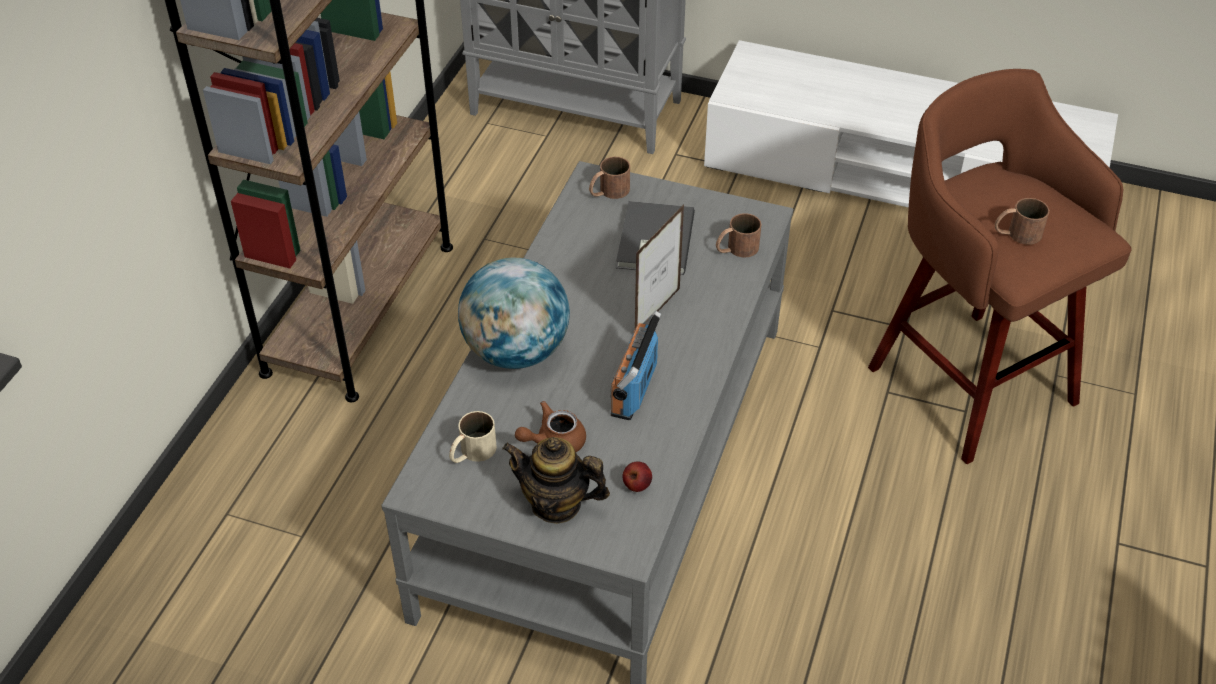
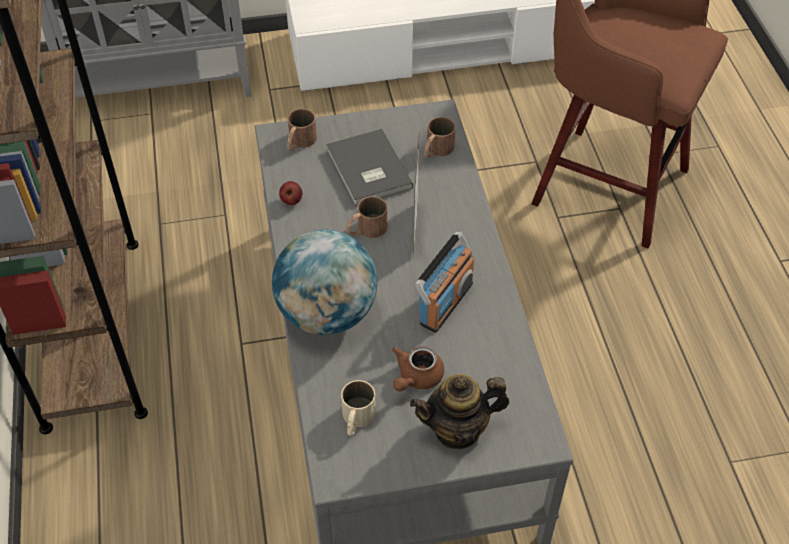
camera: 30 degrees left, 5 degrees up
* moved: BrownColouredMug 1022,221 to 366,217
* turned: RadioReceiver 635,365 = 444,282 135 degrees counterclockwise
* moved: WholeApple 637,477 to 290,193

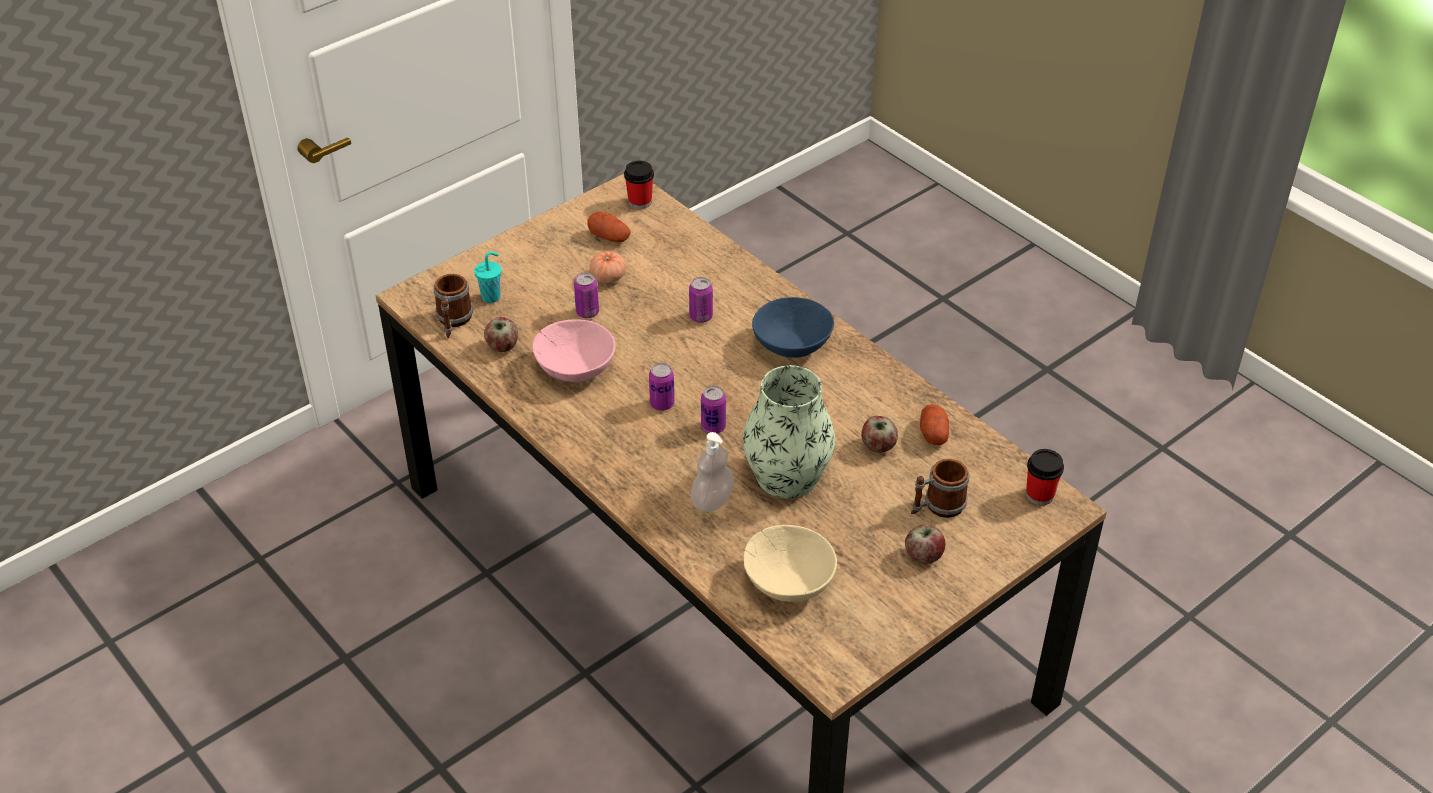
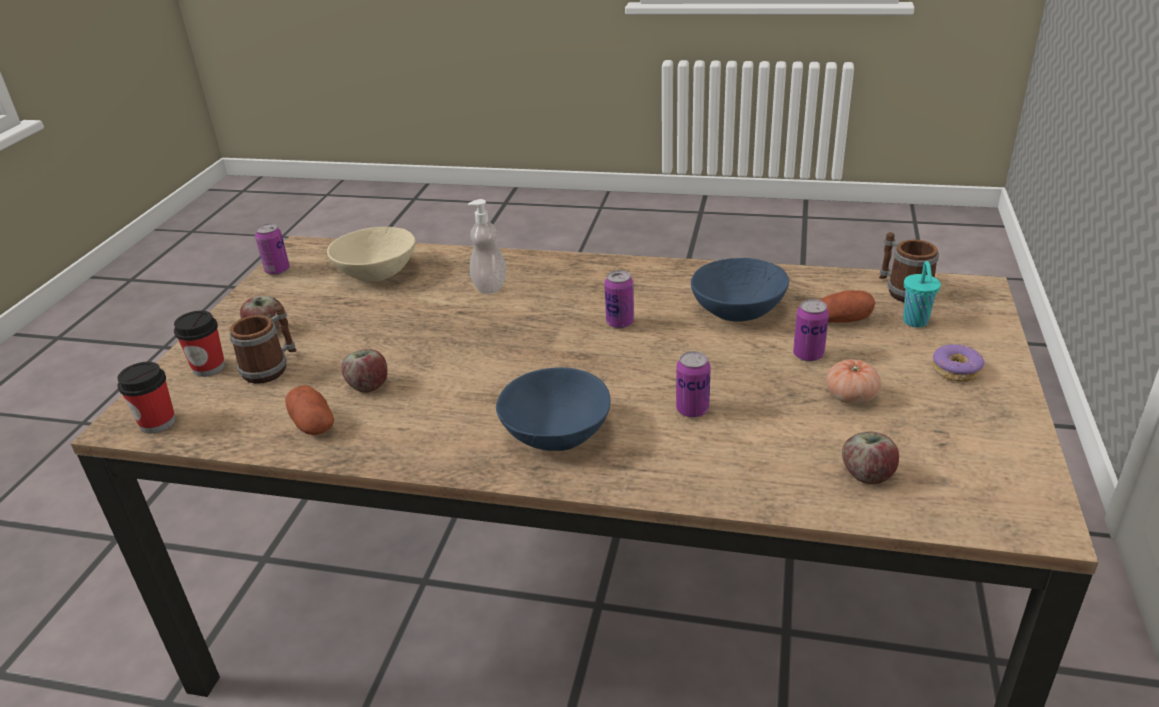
camera: 145 degrees right, 10 degrees down
* moved: SmallCup 639,185 to 199,343
* moved: Spud 609,227 to 847,306
* moved: WholeApple 501,334 to 870,457
* recoloured: PinkColouredServingBowl 573,350 to BlueColouredServingBowl 740,290
* removed: FlowerVase 789,432
* moved: MetalCan 713,409 to 272,249
* added: Donut 958,363

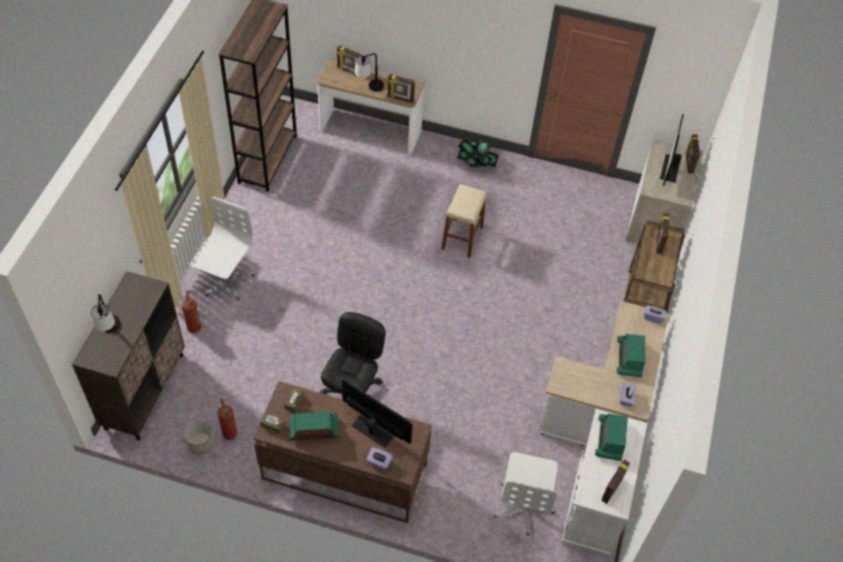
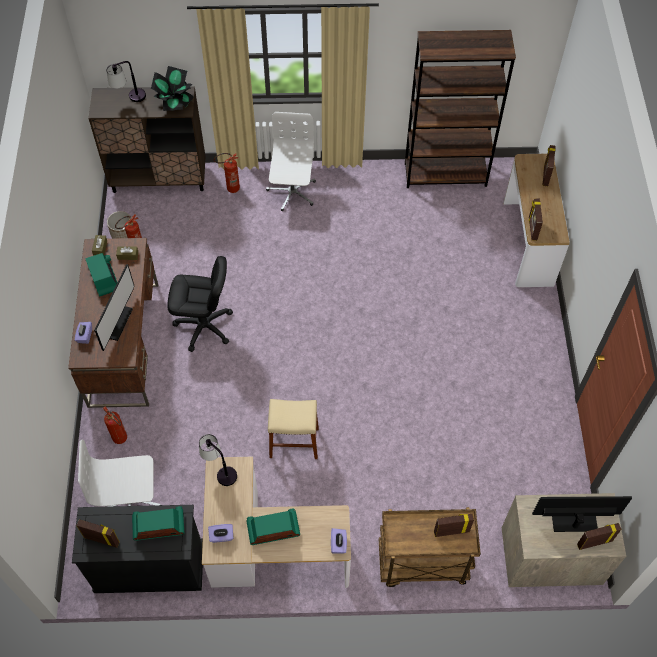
camera: 75 degrees right, 5 degrees up
* moved: TableLamp 369,72 to 218,460
* moved: Houseplant 478,153 to 172,88
* moved: BeigeColouredStool 464,221 to 293,429
* turned: WhiteColouredComputerChair 223,248 = 291,161 90 degrees counterclockwise
* recoloured: WhiteColouredStorageCabinet 603,483 to BlackishStorageCabinet 137,549
* added: FireFightingCylinder 115,425

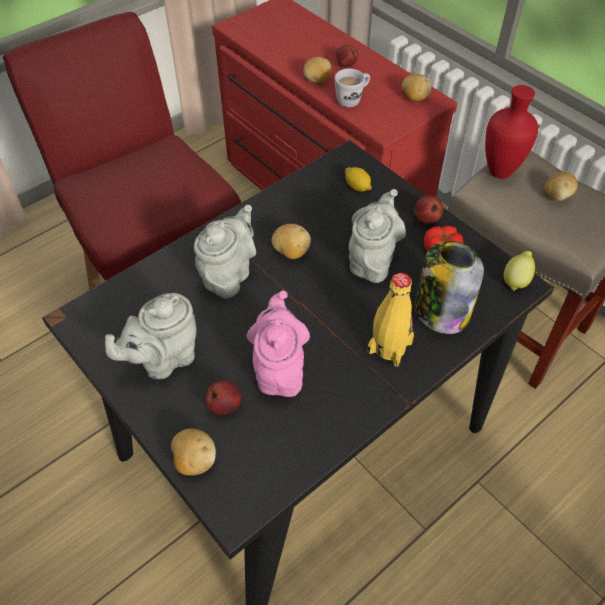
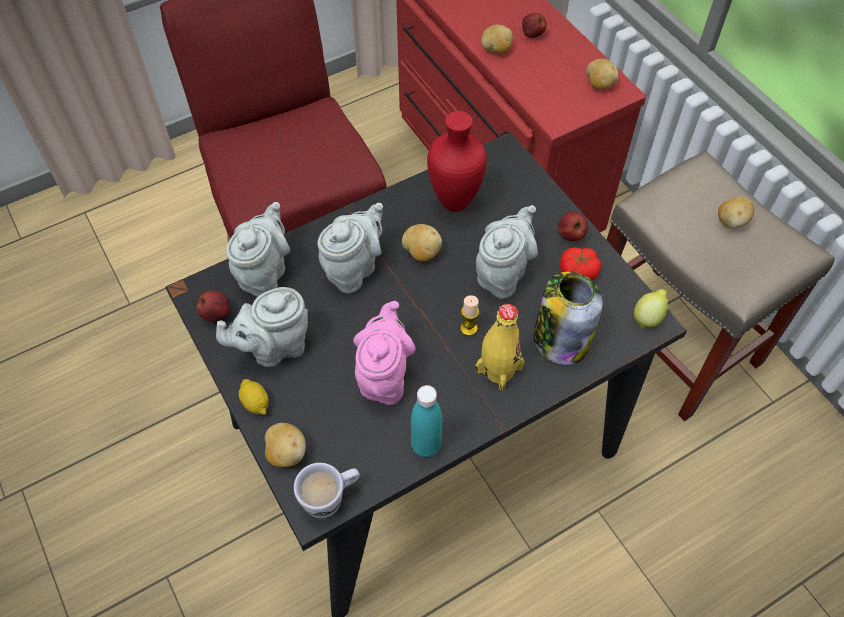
camera: 10 degrees right, 5 degrees up
* moved: WhiteColouredMug 352,88 to 327,490
* moved: ReddishFlowerVase 511,132 to 457,161
* moved: CitrusFruit 358,179 to 254,397
* moved: WholeApple 223,397 to 214,306
* added: GrayPotForTea 258,249
* added: WaxCandle 469,315
* added: BlueGreenDrinkBottle 427,421

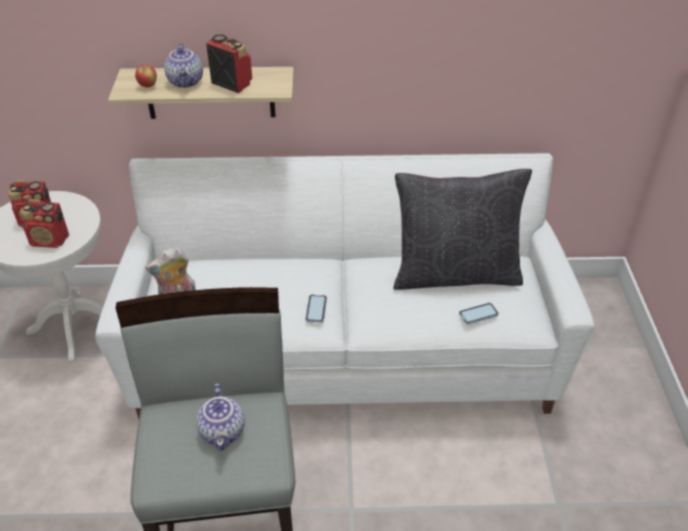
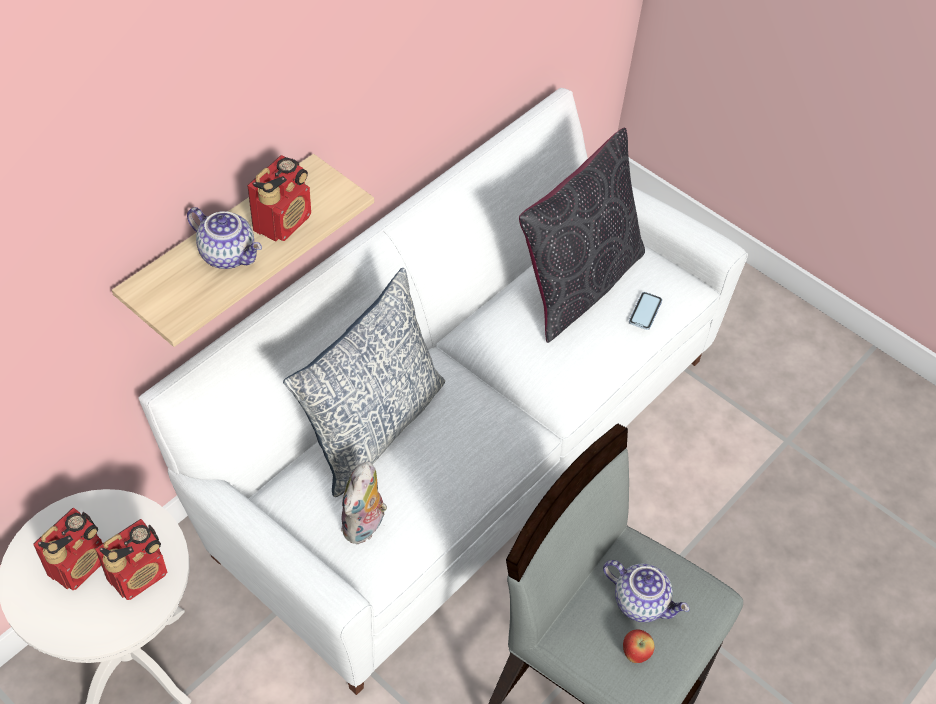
camera: 50 degrees left, 10 degrees up
* turned: RadioReceiver 229,63 = 279,198 135 degrees clockwise
* moved: WholeApple 146,76 to 638,646
* removed: Phone 316,309
* added: Pillow 364,382

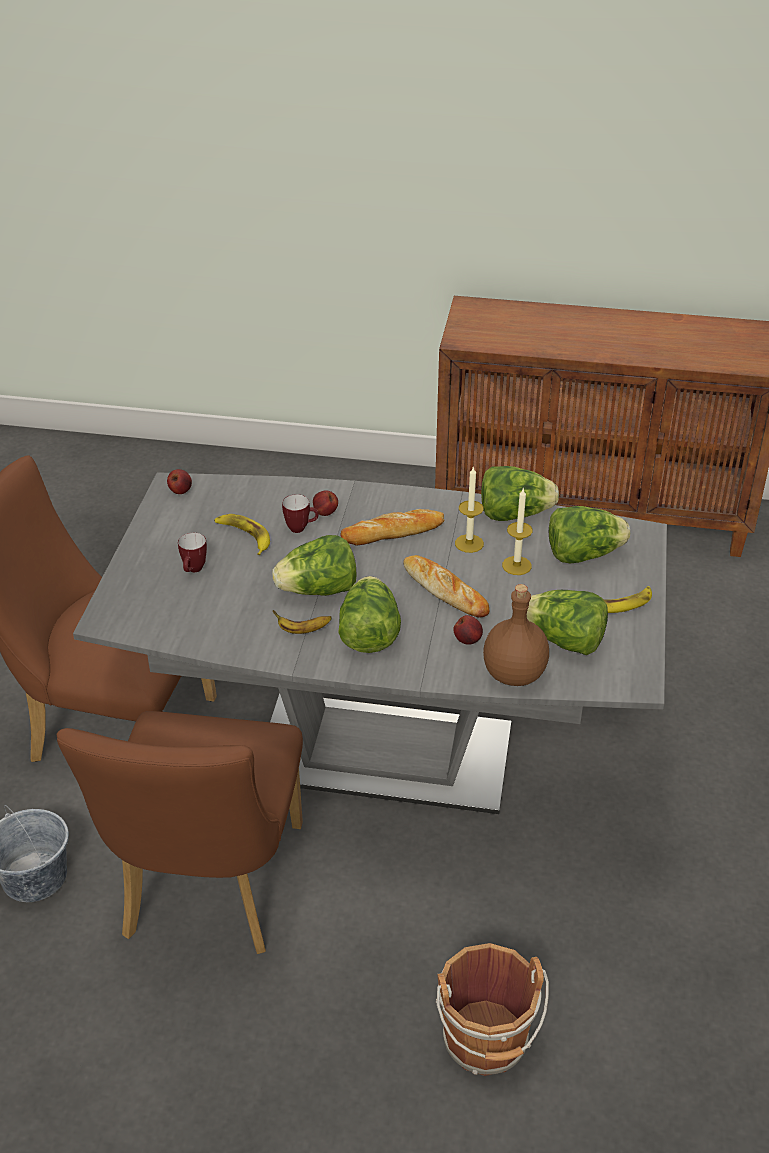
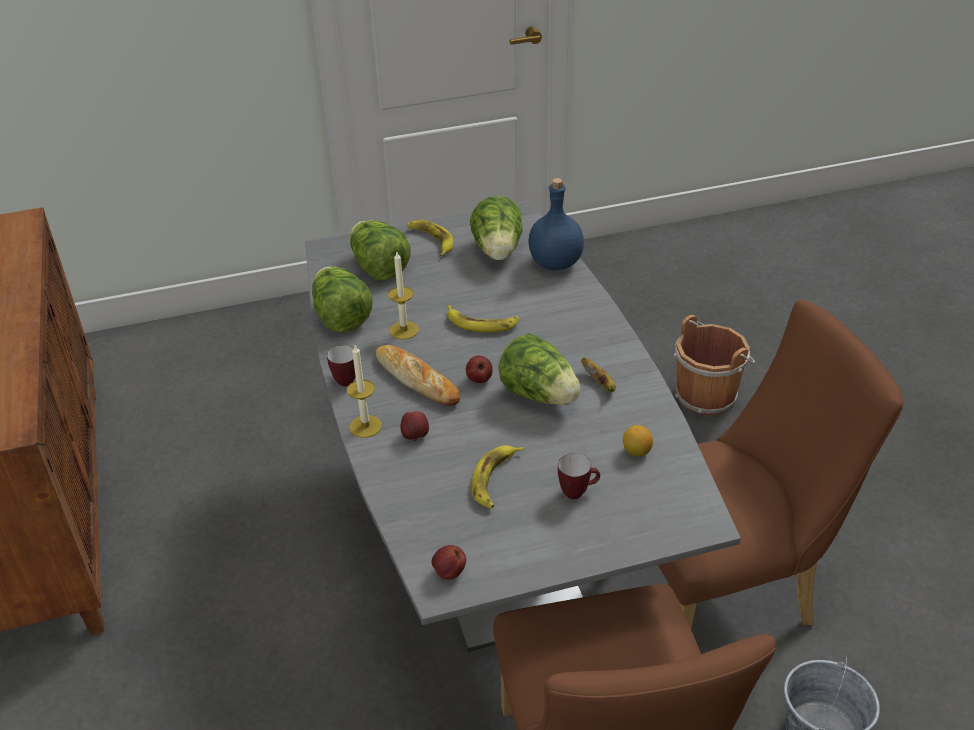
camera: 115 degrees left, 0 degrees up
* moved: WaxCandle 517,532 to 364,391
* moved: Mug 300,513 to 341,366
* replaced: BakeryBread 446,586 to BananaFruit 484,319
* removed: HeadOfLettuce 369,614
* recoloured: BrownColouredDrinkBottle 516,635 to BlueColouredDrinkBottle 556,224
* moved: WholeApple 468,630 to 479,369
* added: CitrusFruit 638,441

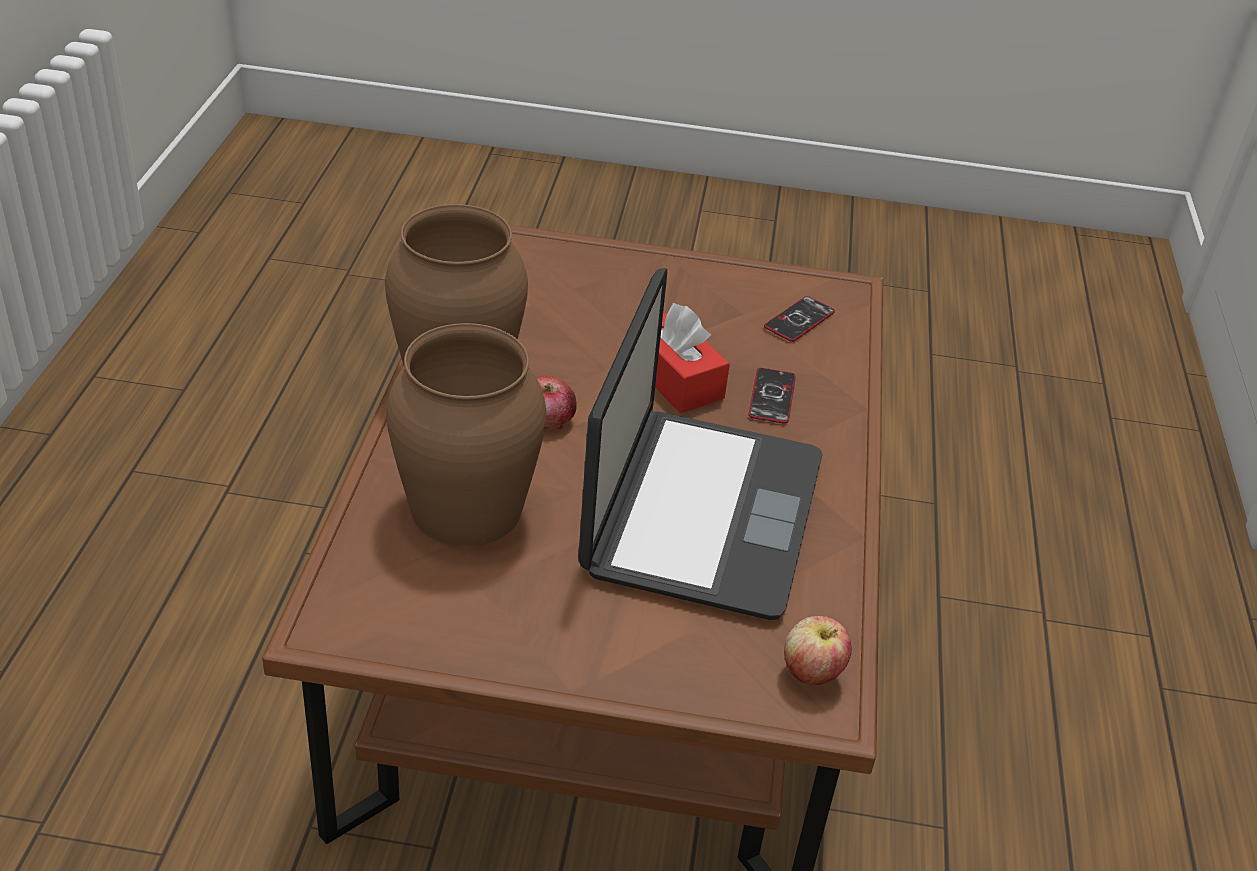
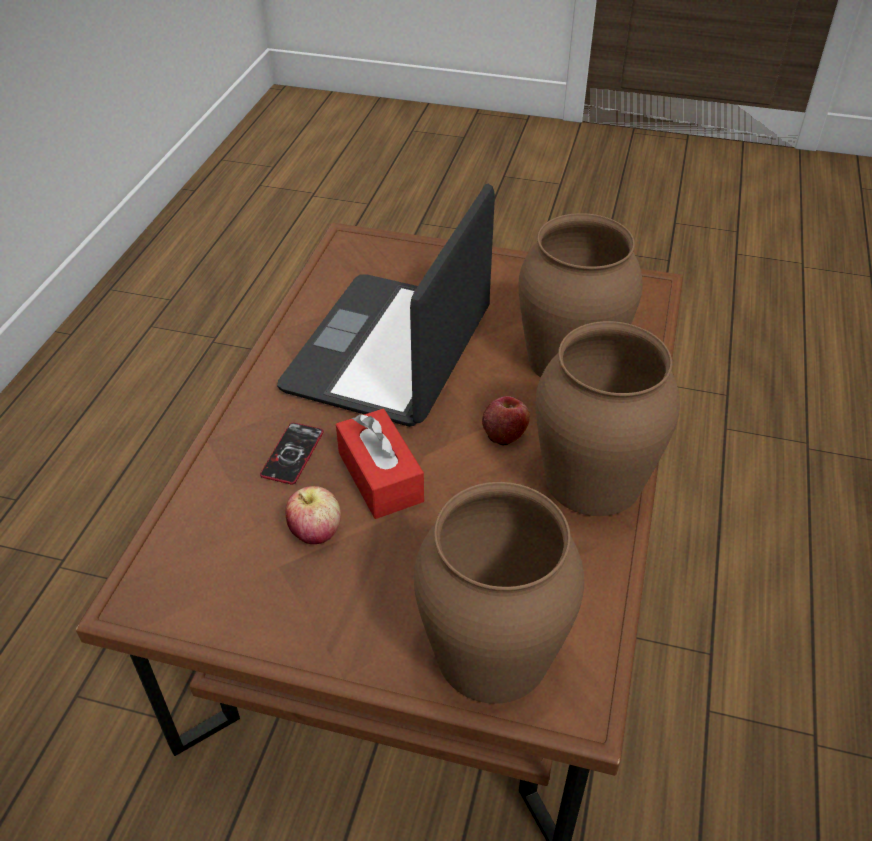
camera: 170 degrees left, 5 degrees up
* removed: Phone 799,319
* moved: WholeApple 818,650 to 313,515
* added: BrownColouredFlowerVase 499,593

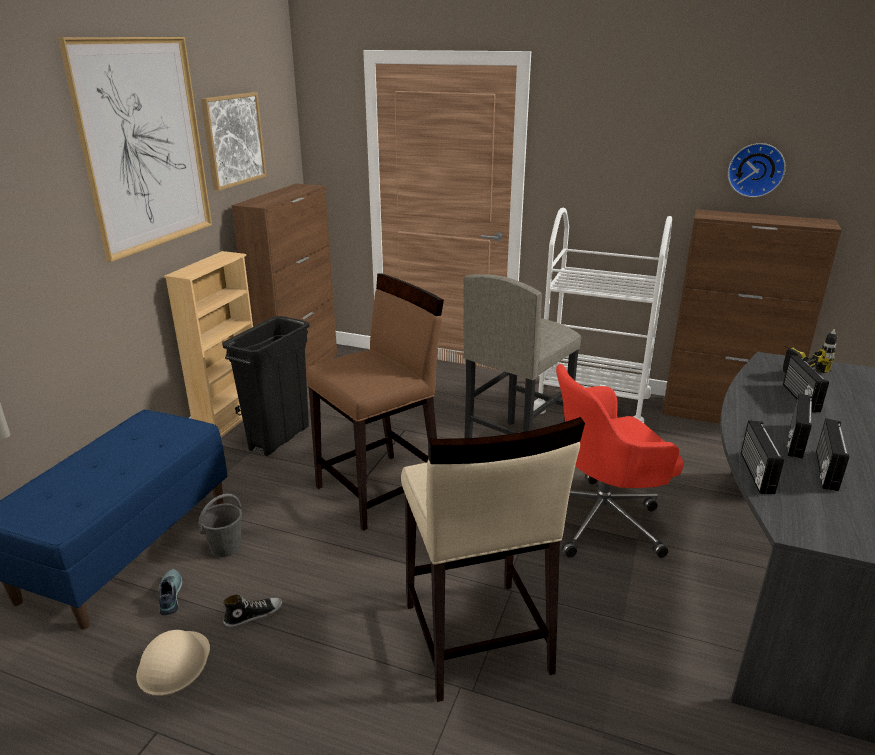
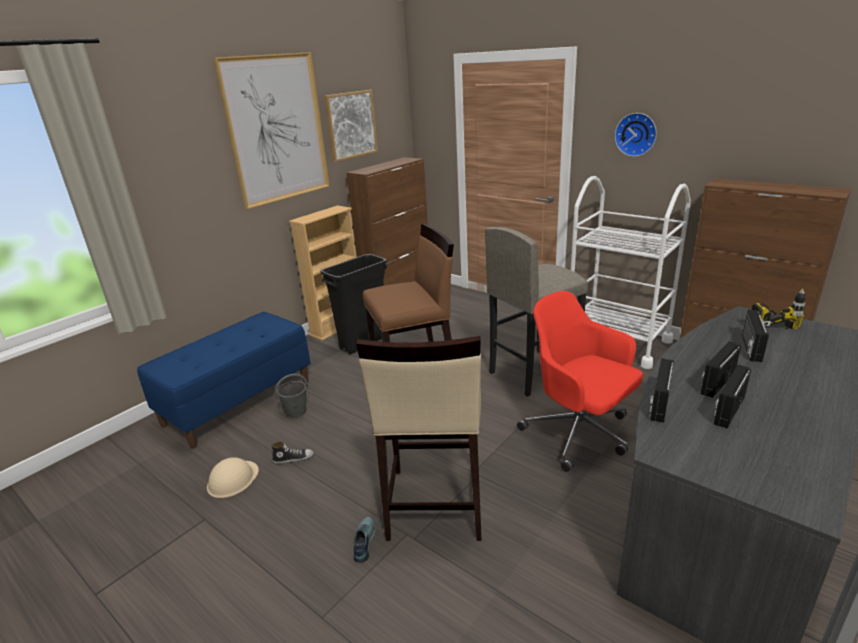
camera: 20 degrees right, 0 degrees up
* moved: WallClock 757,170 to 636,135
* turned: ReddishComputerChair 620,461 = 580,381 45 degrees clockwise
* moved: LowShoe 170,592 to 364,539

